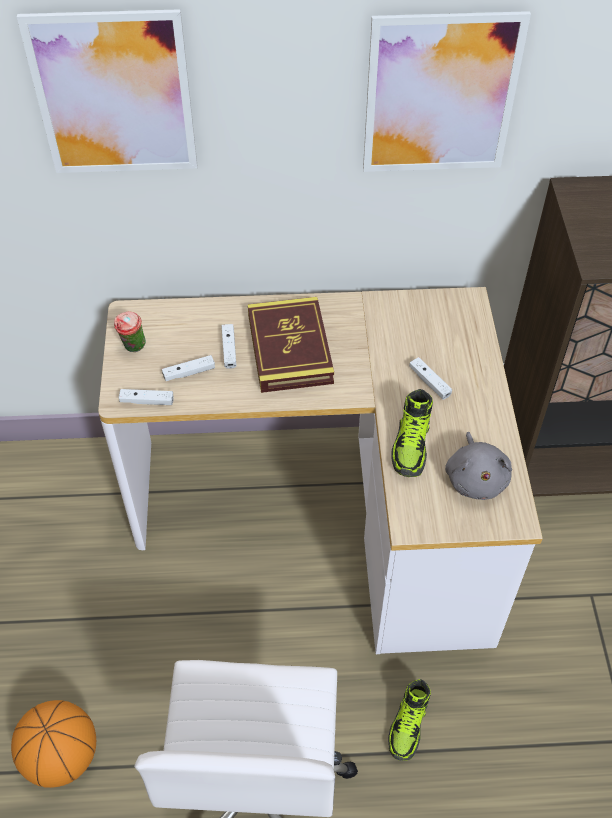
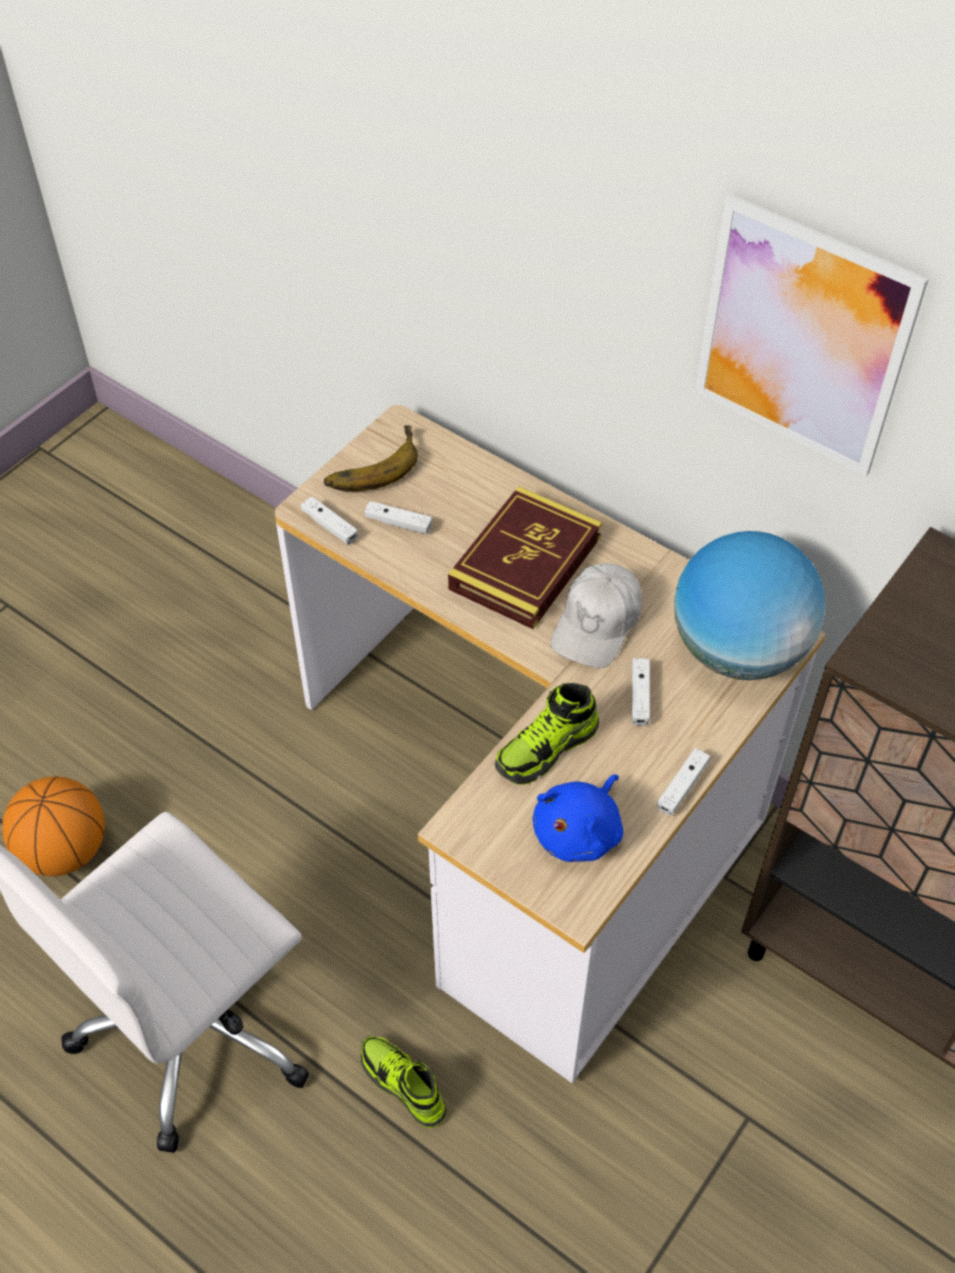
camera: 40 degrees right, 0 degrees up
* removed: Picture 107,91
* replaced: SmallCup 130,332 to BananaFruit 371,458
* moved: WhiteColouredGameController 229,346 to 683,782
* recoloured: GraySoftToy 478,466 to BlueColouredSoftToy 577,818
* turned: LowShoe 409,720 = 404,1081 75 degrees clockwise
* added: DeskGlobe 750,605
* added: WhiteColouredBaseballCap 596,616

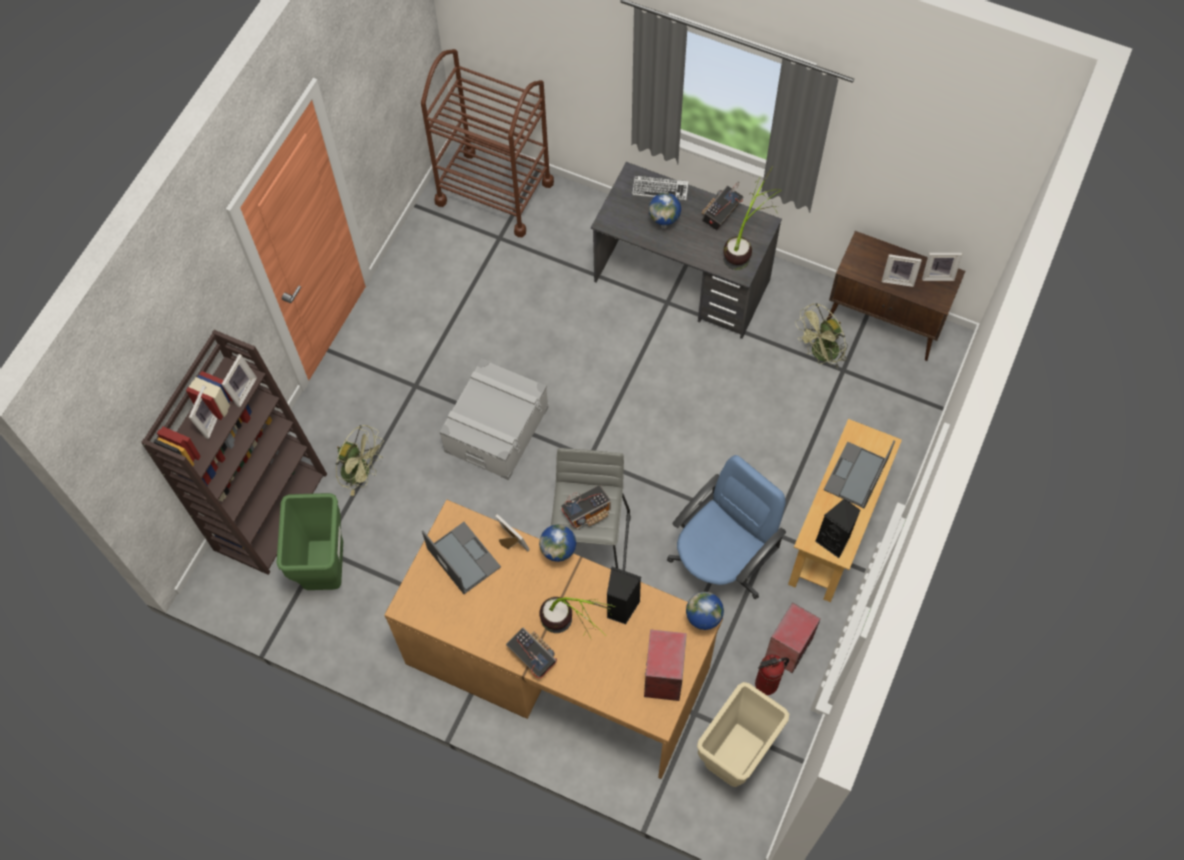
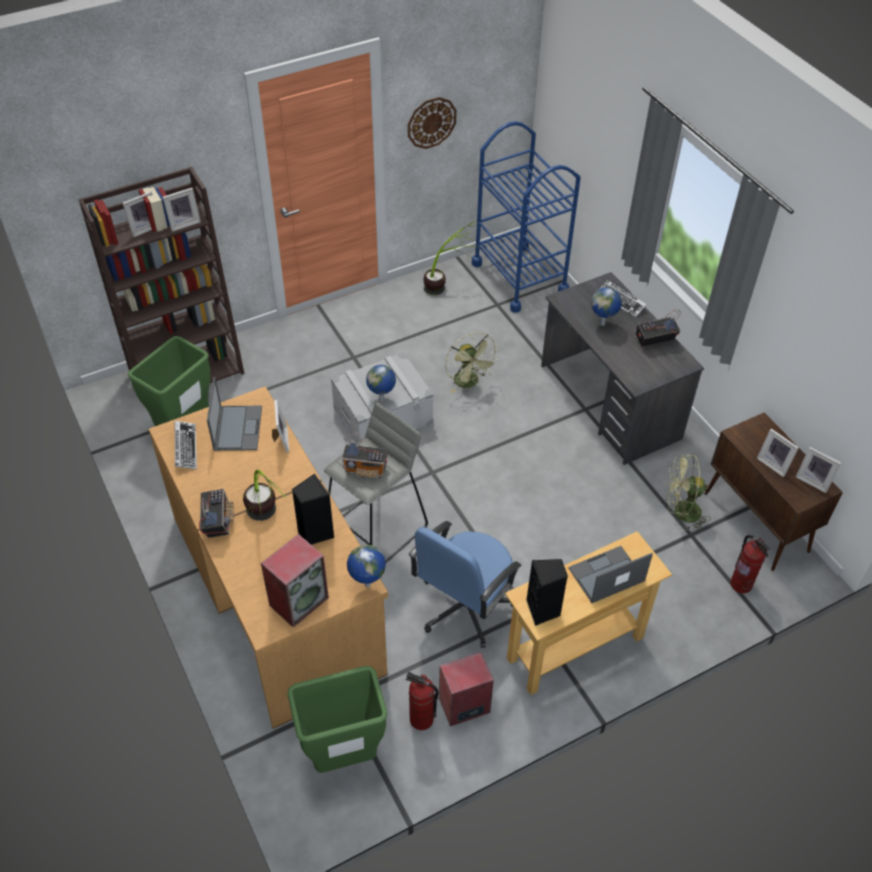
camera: 35 degrees right, 15 degrees down
* recoloured: BrownColouredCart 487,143 to BlueColouredCart 526,217
* moved: Houseplant 752,218 to 451,258
* moved: GreenElectricFan 360,460 to 472,363
* turned: BlueColouredComputerChair 726,527 = 465,584 135 degrees clockwise
* moved: DeskGlobe 557,543 to 381,383
* recoloured: BeigeColouredWasteBin 743,734 to GreenWasteBin 337,719
* added: WallClock 432,123
* added: PcKeyboard 185,445
* added: FireFightingCylinder 750,564

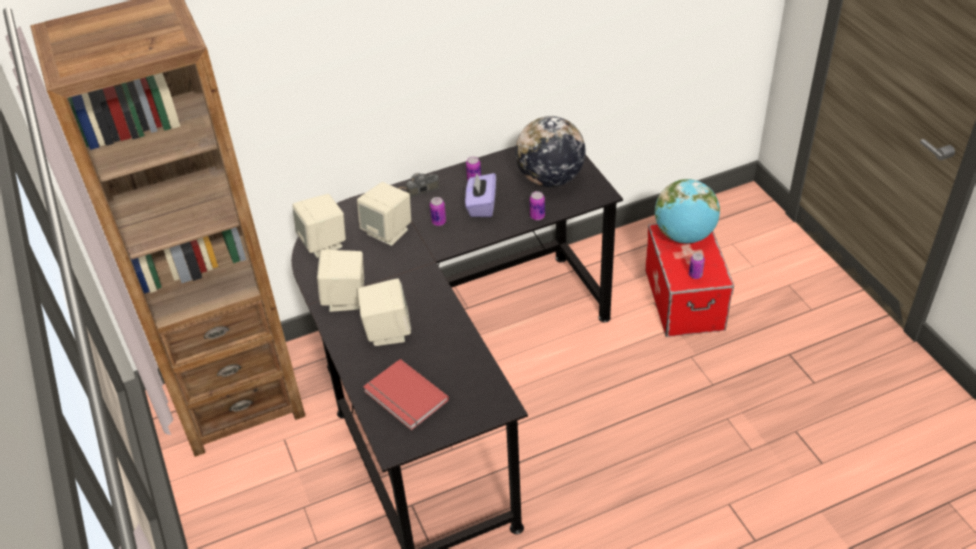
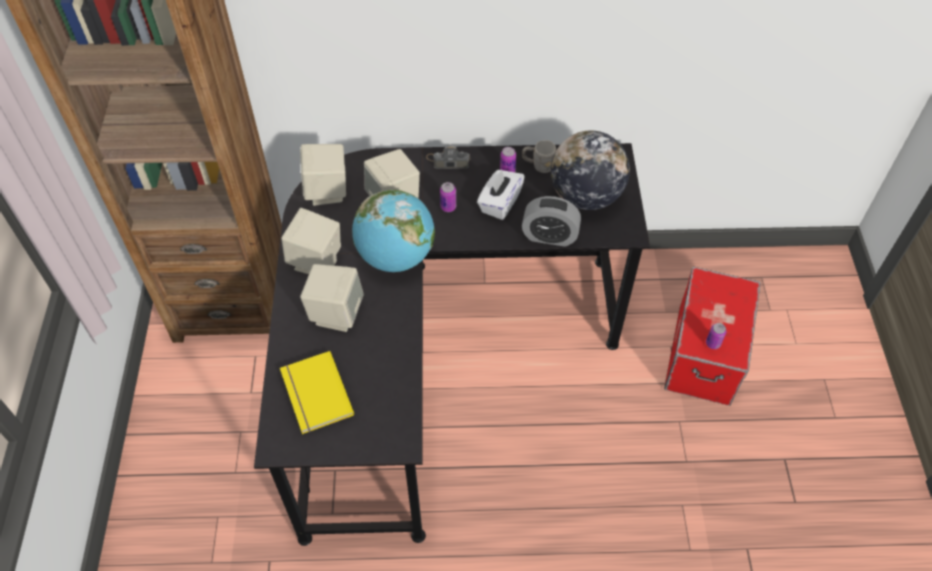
camera: 20 degrees right, 10 degrees up
* recoloured: PurplishBoxOfTissues 480,195 to WhiteColouredBoxOfTissues 501,194
* moved: DeskGlobe 687,211 to 393,231
* replaced: MetalCan 537,205 to TableClock 551,221
* recoloured: ReddishBoundBook 406,394 to YellowColouredBoundBook 317,392
* added: GrayMug 539,156

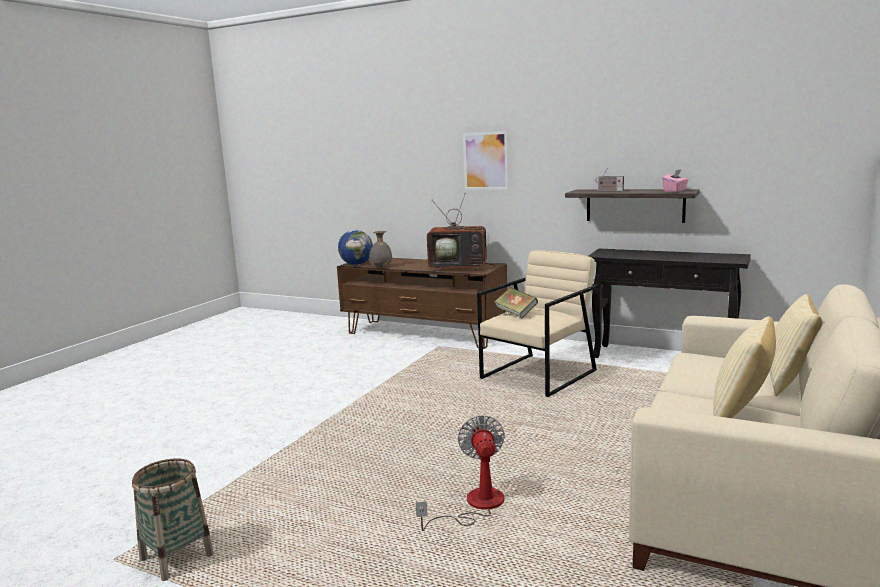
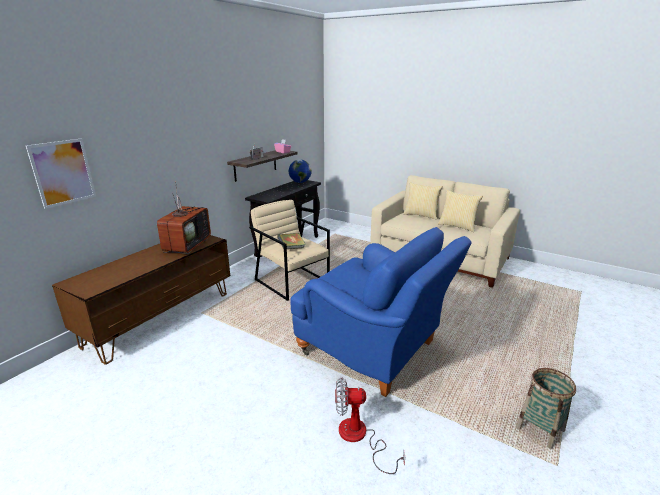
camera: 85 degrees left, 10 degrees up
* moved: Picture 486,160 to 61,173
* moved: DeskGlobe 355,247 to 300,171
* removed: GrayFlowerVase 380,249
* moved: ElectricFan 460,473 to 370,426
* added: BlueColouredLoungeChair 381,312

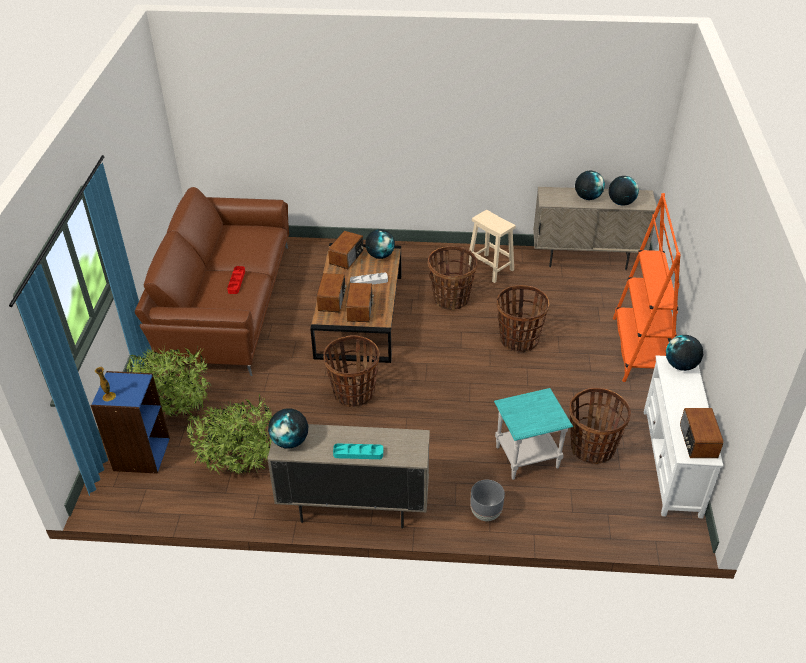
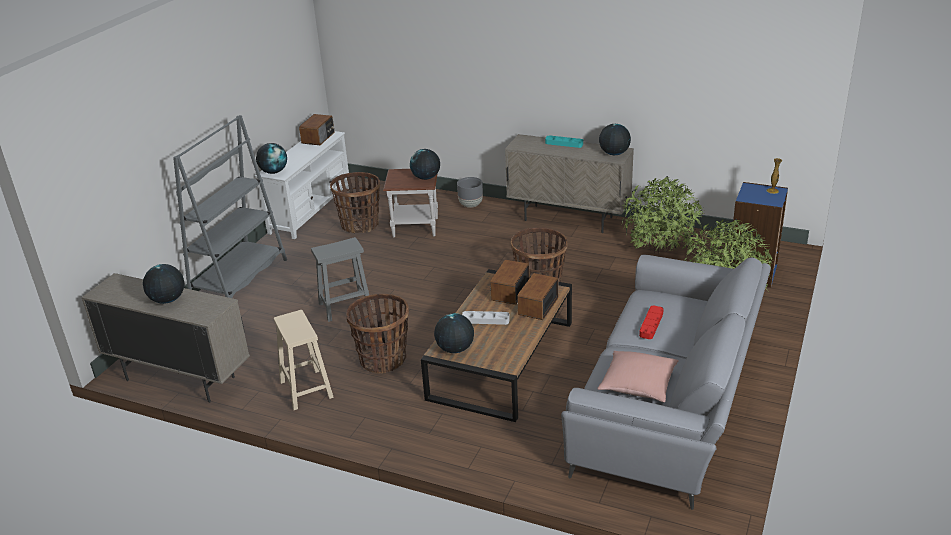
camera: 160 degrees left, 10 degrees down
* moved: DeskGlobe 623,191 to 425,164
* recoloured: BrownColouredSofa 212,281 to GraySofa 666,382
* recoloured: OrangeBookshelf 647,287 to GrayBookshelf 230,206
* removed: RadioReceiver 346,250
* replaced: HouseholdBasket 522,318 to GrayStool 342,279
* recoloured: BlueGreenAccentTable 533,434 to BrownColouredAccentTable 410,203
* added: PinkColouredPillow 638,376

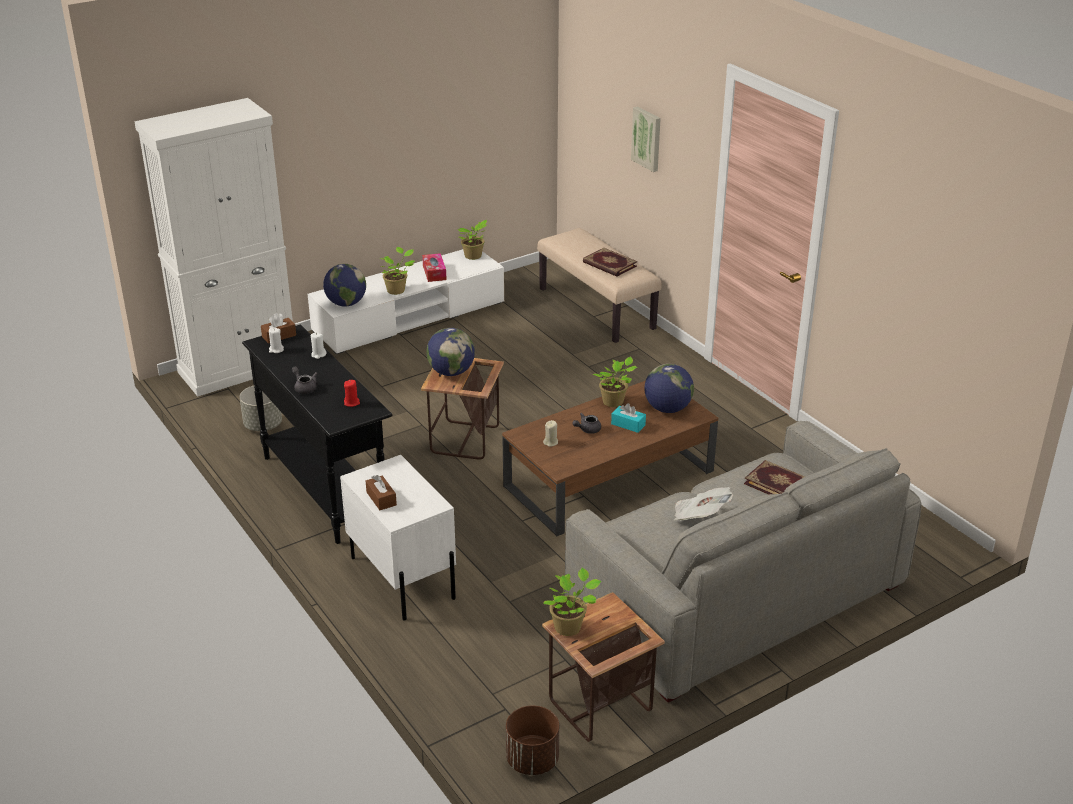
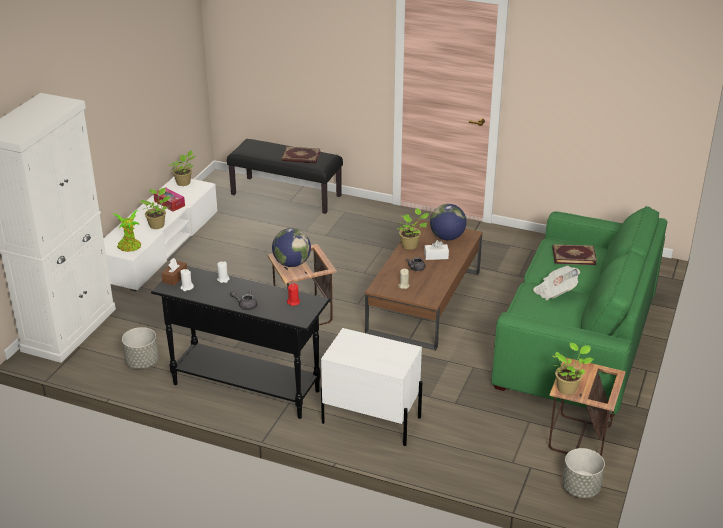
camera: 35 degrees left, 0 degrees up
* removed: Picture 646,139
* recoloured: BeigeColouredIndoorBench 599,285 to BlackishIndoorBench 285,176
* replaced: DeskGlobe 344,285 to Houseplant 127,231
* recoloured: BlueGreenBoxOfTissues 628,418 to WhiteColouredBoxOfTissues 436,250
* recoloured: GraySofa 743,562 to GreenSofa 579,311
* removed: BrownColouredBoxOfTissues 381,492
* recoloured: BrownColouredPlantPot 532,740 to GrayPlantPot 583,473

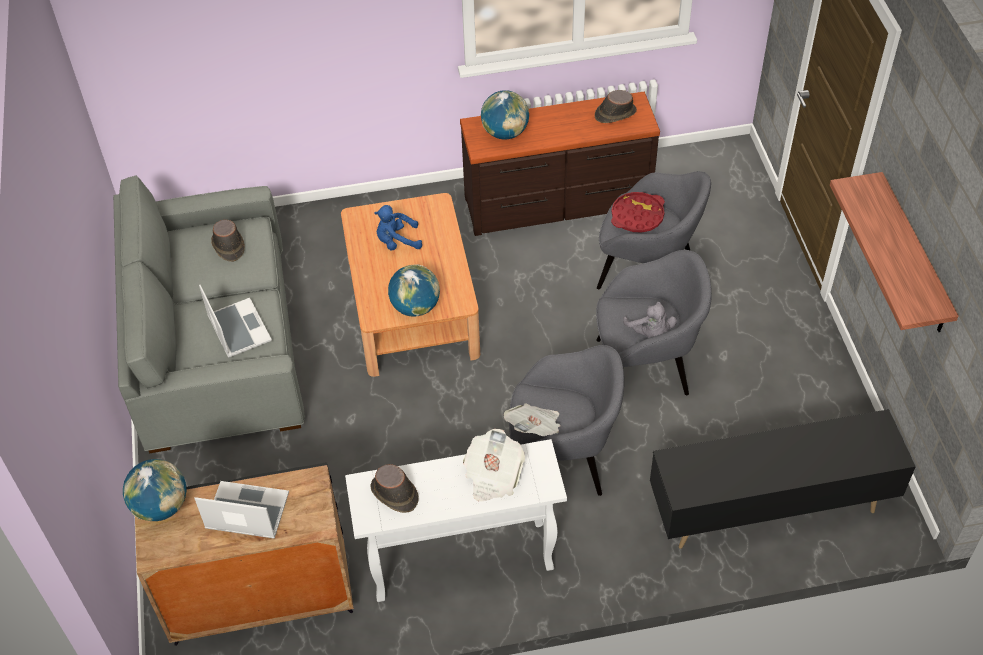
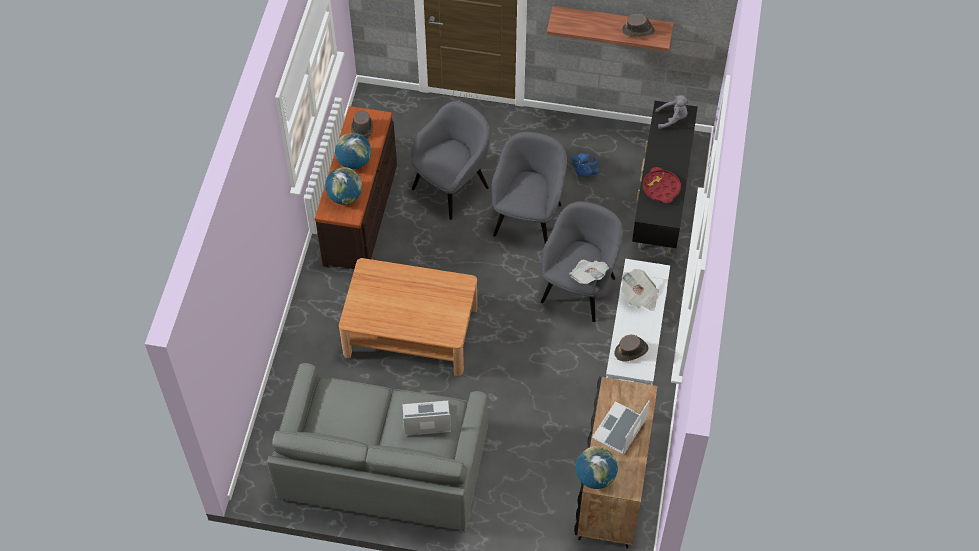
camera: 70 degrees left, 5 degrees up
* moved: ReddishCarryingTray 638,212 to 661,185
* moved: BlueColouredSoftToy 398,227 to 585,165
* moved: BrownColouredWearableHat 228,241 to 638,25
* moved: DeskGlobe 414,290 to 353,151
* moved: GraySoftToy 650,320 to 672,112

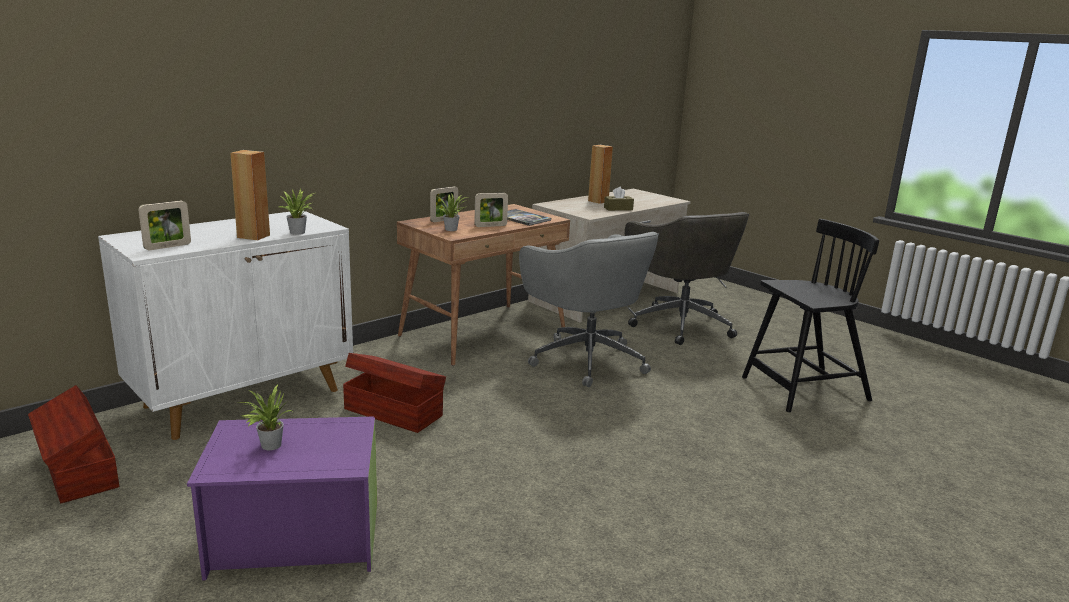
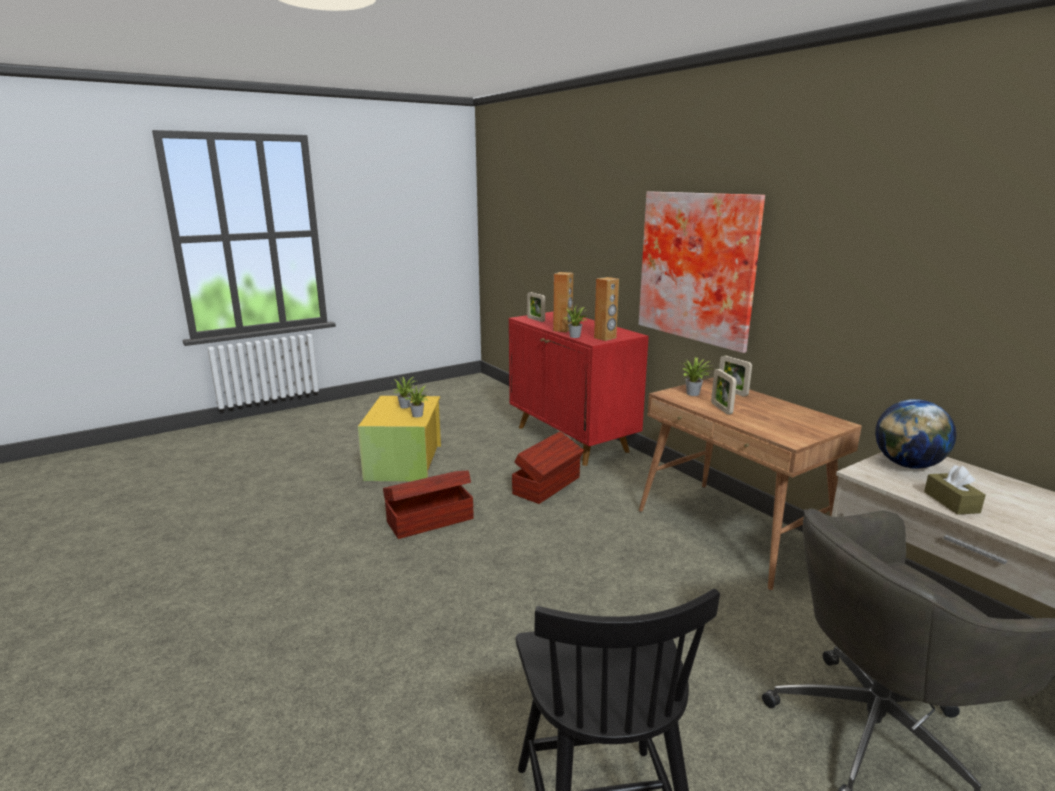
camera: 100 degrees right, 0 degrees up
* moved: BrownColouredAudioSpeaker 600,174 to 606,309
* removed: BoundBook 529,217
* recoloured: WhiteColouredStorageCabinet 225,325 to ReddishStorageCabinet 579,389
* removed: GrayComputerChair 589,309
* moved: BrownColouredStorageBin 73,444 to 428,505
* recoloured: PurplishStorageBin 282,499 to YellowColouredStorageBin 399,439
* added: Picture 702,272
* added: Houseplant 416,401
* added: DeskGlobe 916,434

